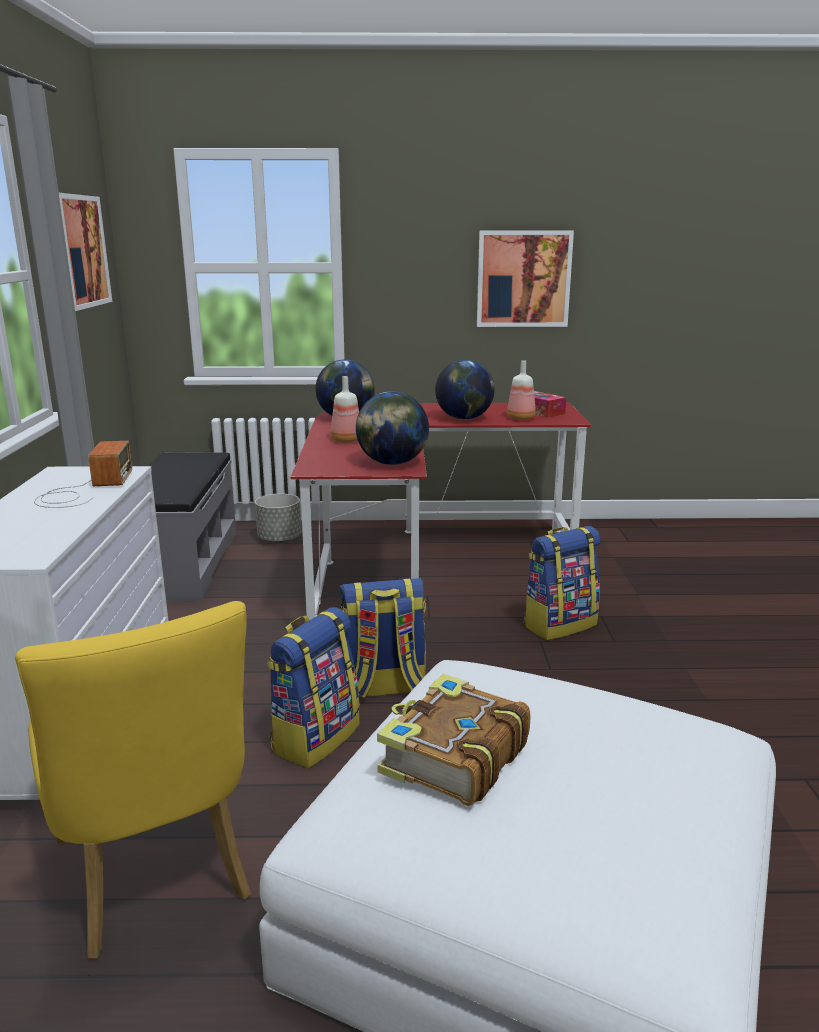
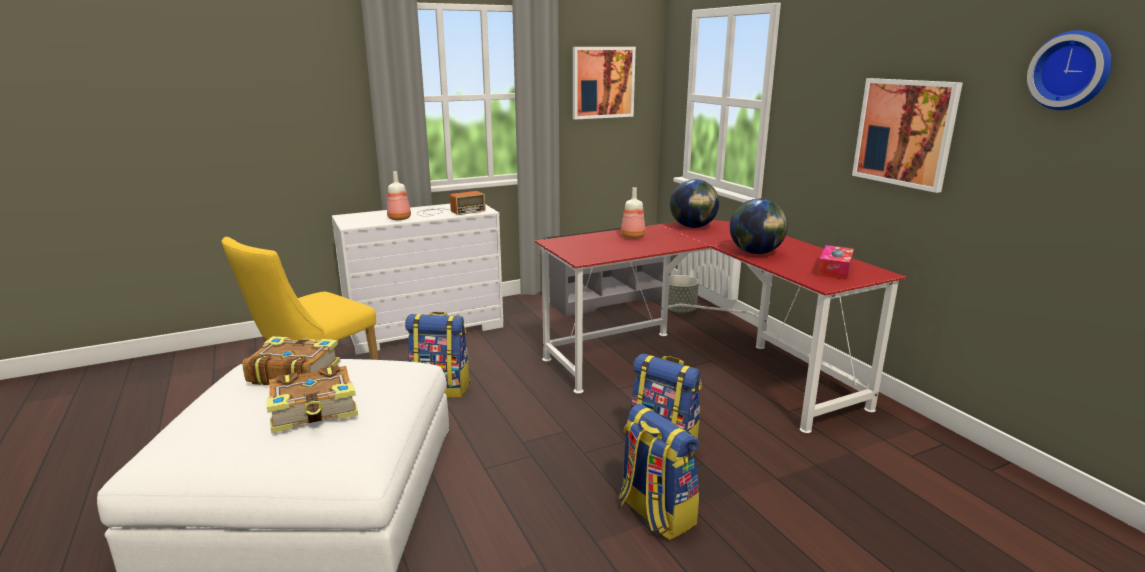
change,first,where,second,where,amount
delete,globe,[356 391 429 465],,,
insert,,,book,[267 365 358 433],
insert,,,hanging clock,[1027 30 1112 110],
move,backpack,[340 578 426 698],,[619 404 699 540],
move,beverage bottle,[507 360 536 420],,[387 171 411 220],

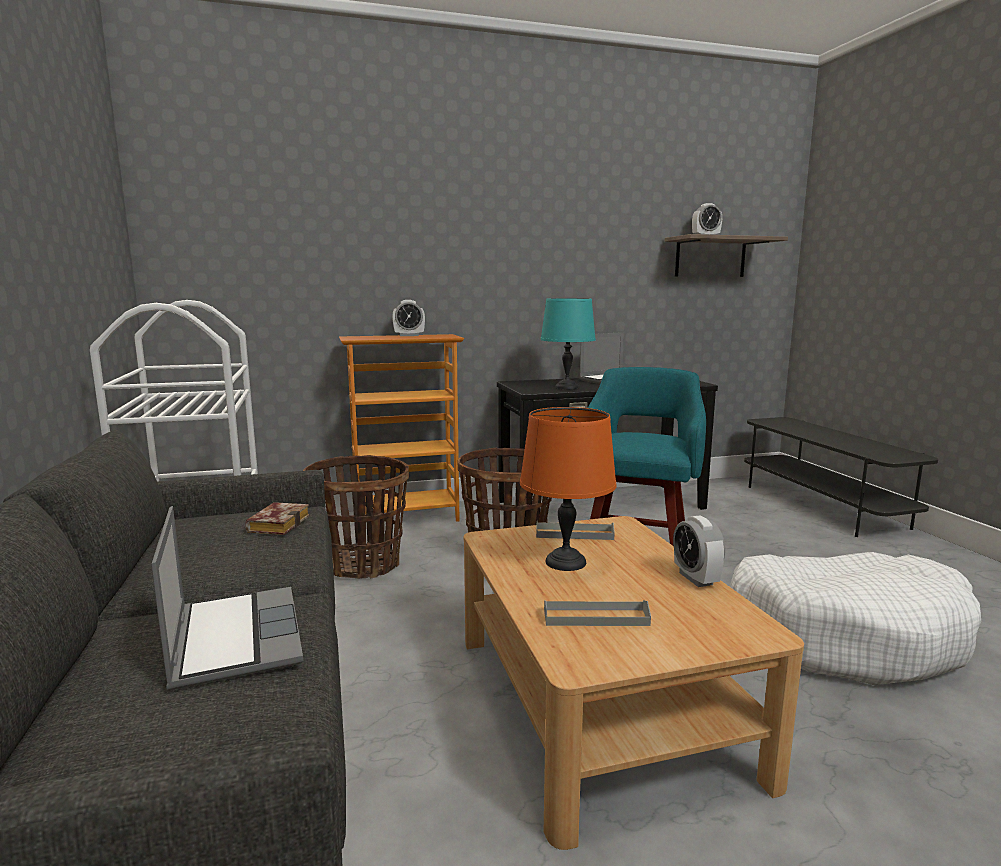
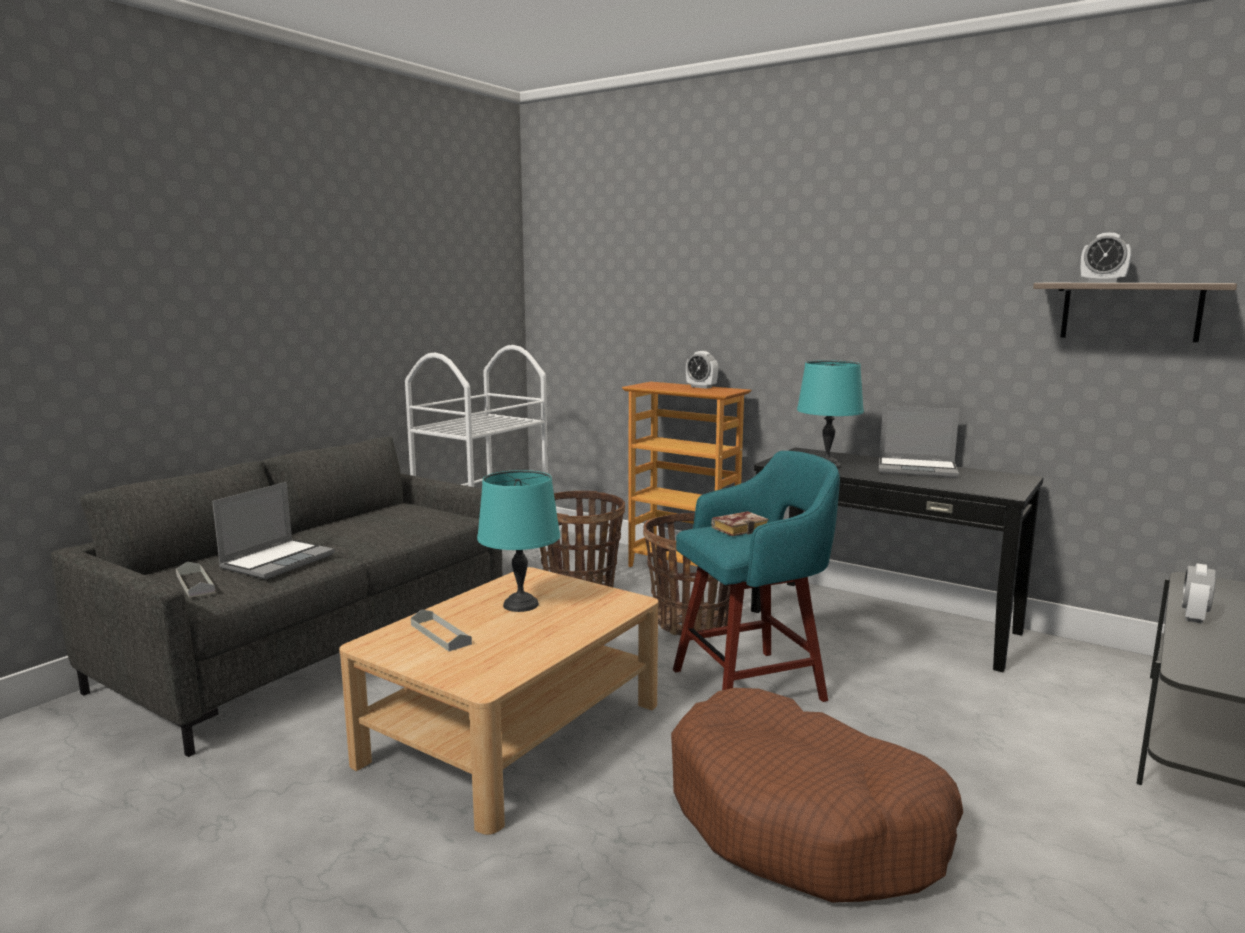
change,first,where,second,where,amount
move,book,[245 502 309 535],,[711 511 769 536],
move,serving tray (gray),[536 521 615 540],,[176 562 216 598],
move,alarm clock,[673 515 725 587],,[1182 563 1216 624],
recolor,lamp for a table (orange-coloured),[520 407 616 571],lamp for a table (blue-green),[477 470 560 612],
recolor,pet bed (whitish),[730 552 981 685],pet bed (brown-coloured),[671 688 963 903],

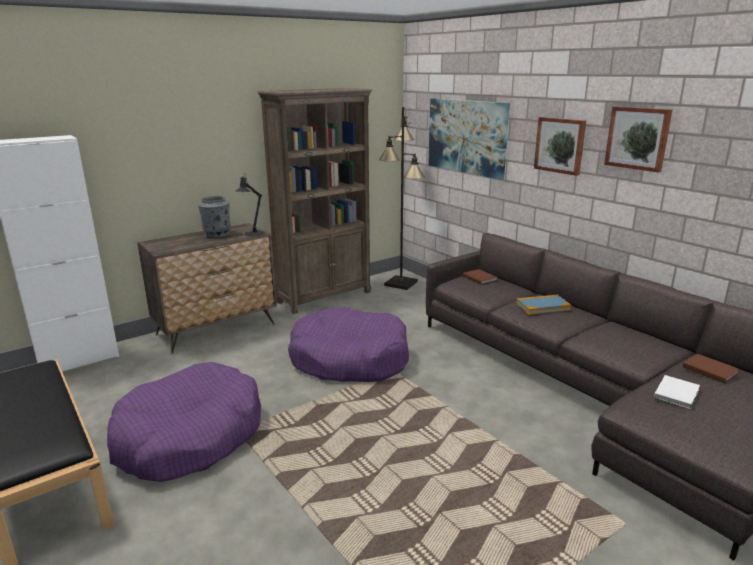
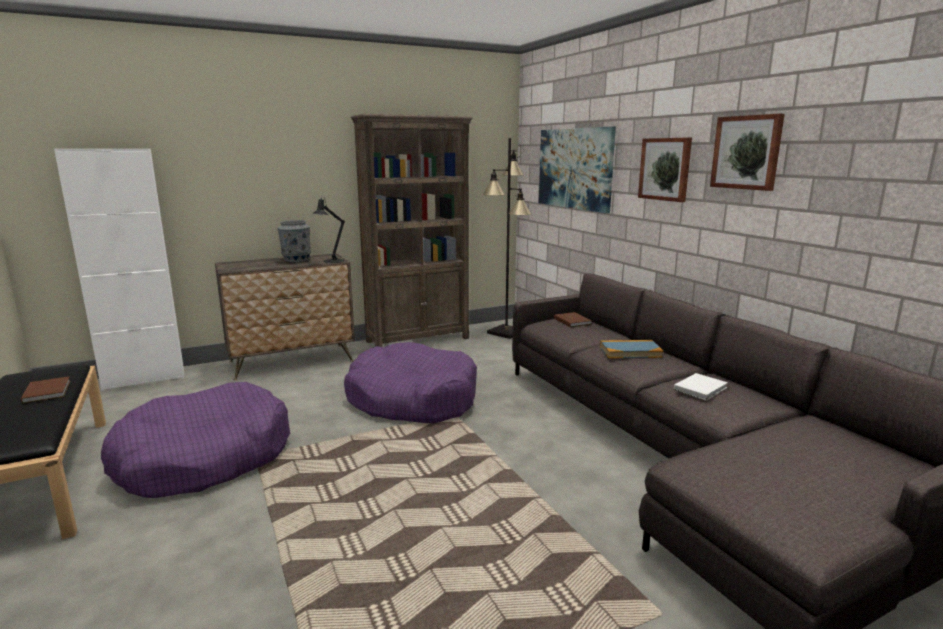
change,first,where,second,where,amount
move,book (whitish),[654 375 700 409],,[674 373 728 400],
move,book (brown-coloured),[683 354 740 383],,[21 377 70 404],

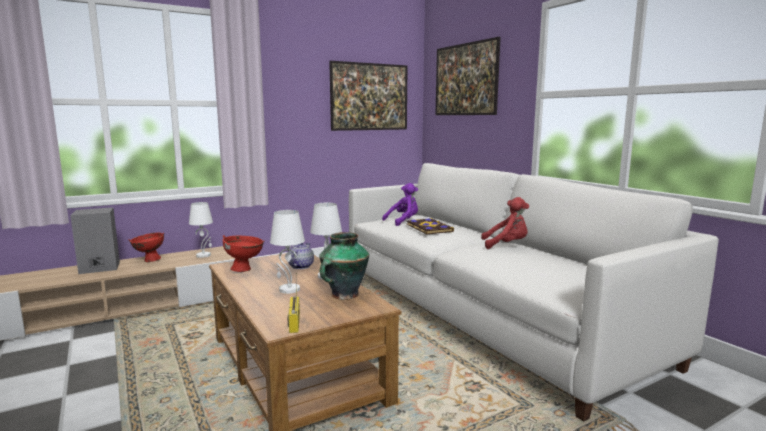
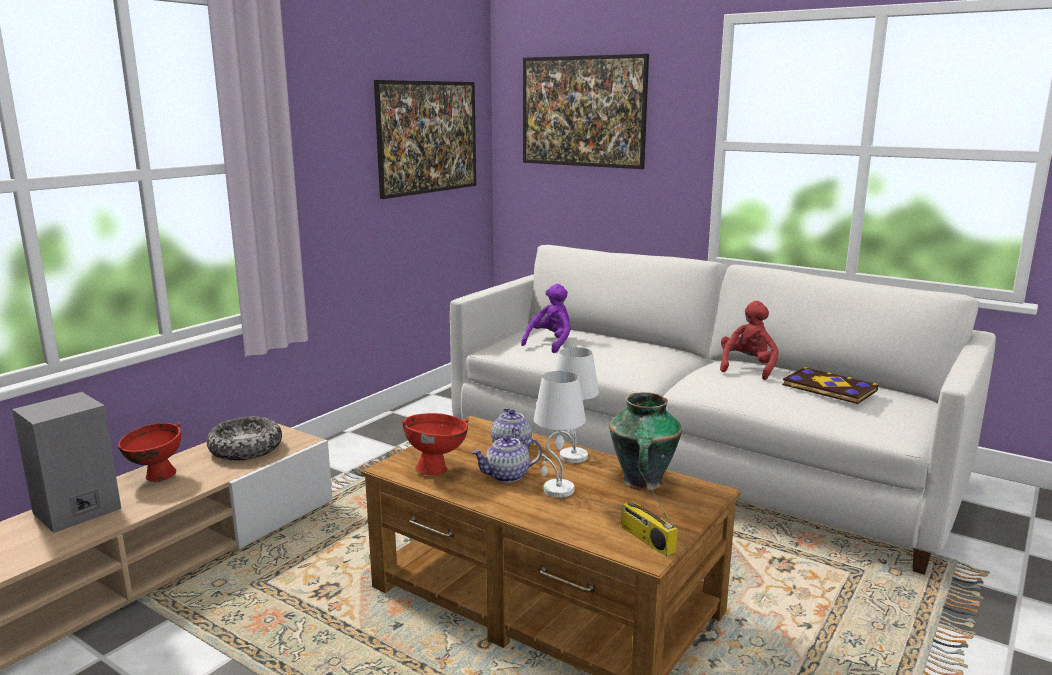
change,first,where,second,where,amount
insert,,,pot for tea,[472 435 542 483],
move,book,[406 218 454 234],,[782 367 878 404],
replace,lamp for a table (whitish),[189 202 213 258],deep dish,[207 417 282 461],
rotate,plush toy (reddish),[481 197 529 249],,[720 301 779 380],45 degrees counterclockwise

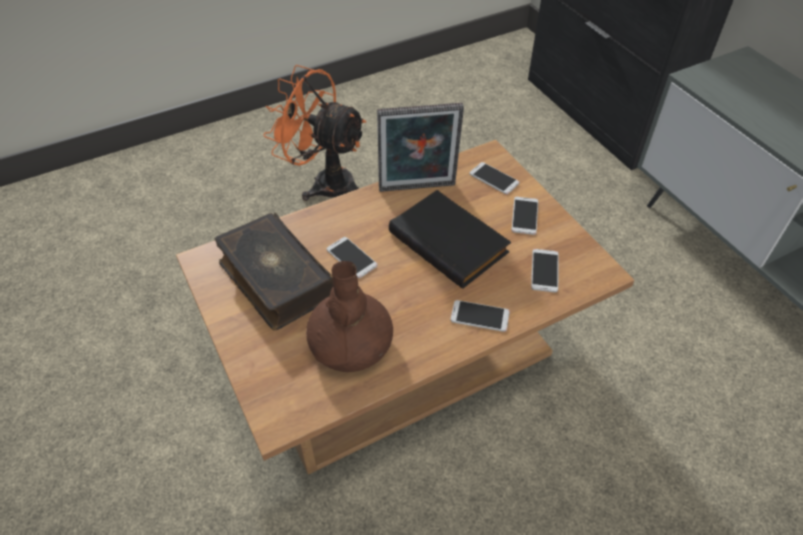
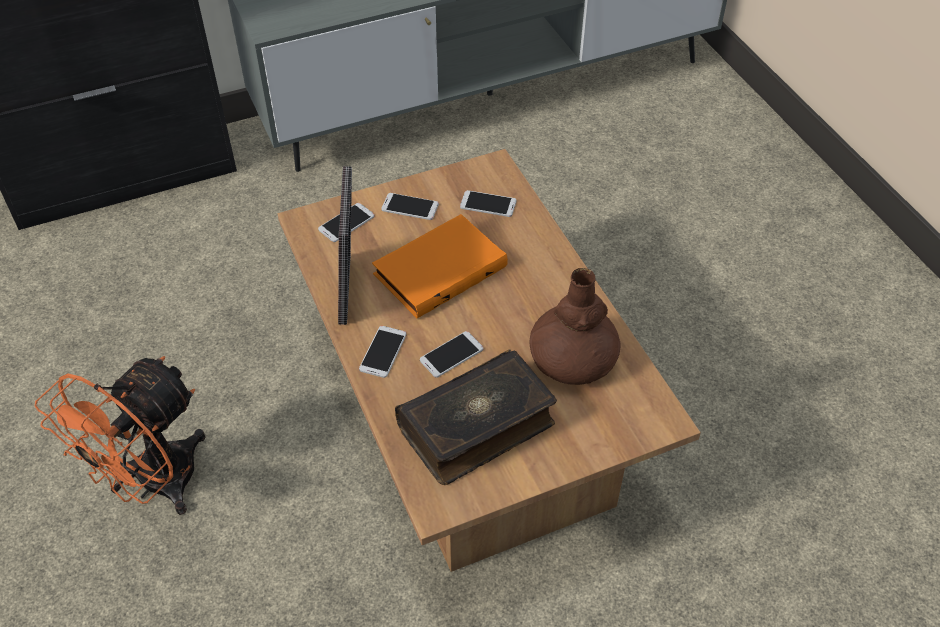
change,first,where,second,where,amount
move,handset,[450 300 510 332],,[359 326 406 378],
recolor,book (blackish),[389 190 511 289],book (orange-coloured),[372 214 508 318],

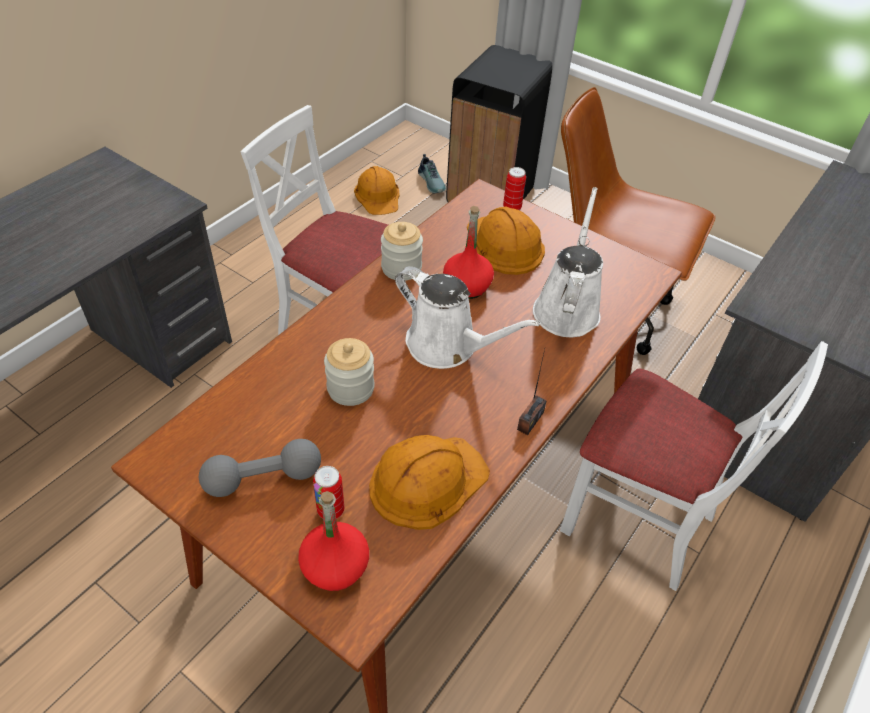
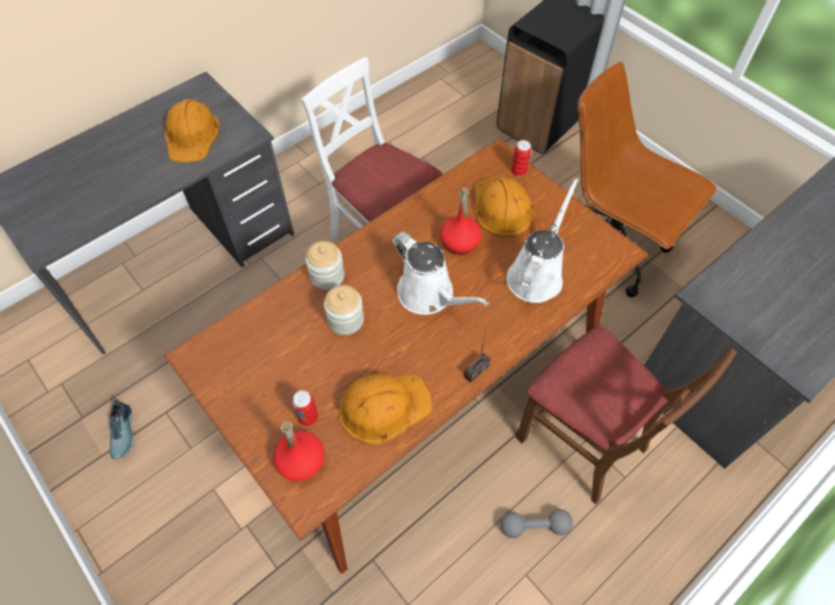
change,first,where,second,where,amount
move,dumbbell (gray),[199 439 321 497],,[500 509 573 538],
move,safety helmet (orange-coloured),[354 166 400 215],,[165 99 220 162],
move,storage jar,[381 222 423 281],,[305 241 345 290],
move,item of footwear,[418 154 446 193],,[109 399 134 459],
recolor,upright chair (whitish),[560 341 828 591],upright chair (brown-coloured),[516 326 737 504],

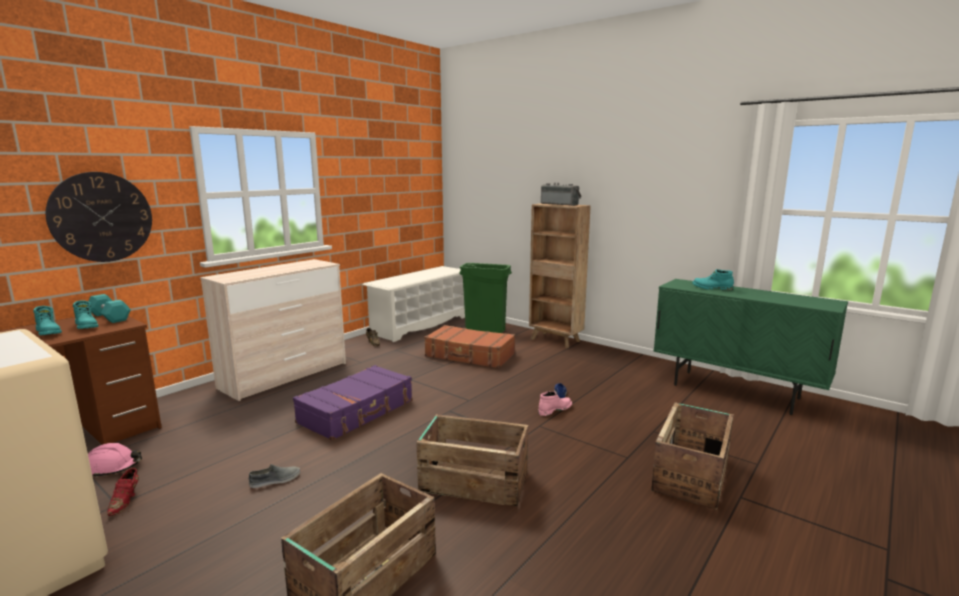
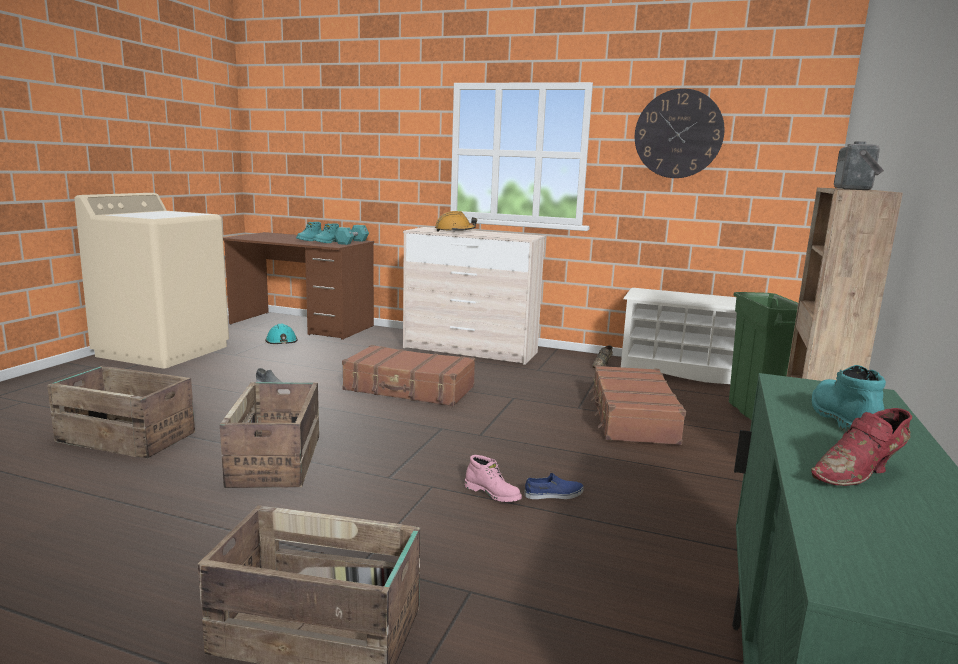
change,first,where,second,where,amount
insert,,,safety helmet (orange-coloured),[435 211 477 232],
move,hanging clock,[46 172 152 262],,[635 88 724 178],
move,item of footwear (reddish),[107 468 139 516],,[811 408 912 486],
recolor,safety helmet (pinkish),[88 443 142 478],safety helmet (blue-green),[265 324 298 344],
recolor,piece of luggage (purple),[293 365 412 440],piece of luggage (brown-coloured),[342 345 475 406],

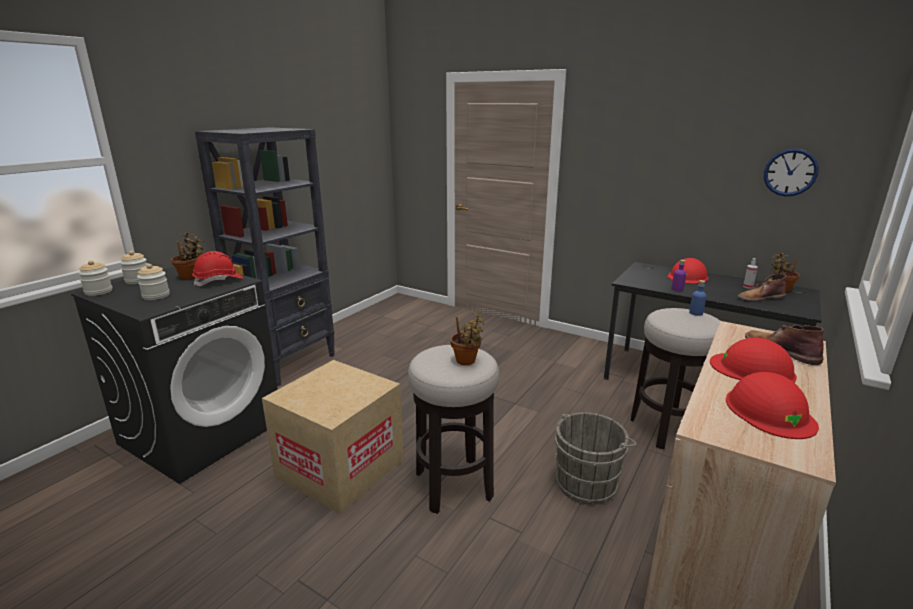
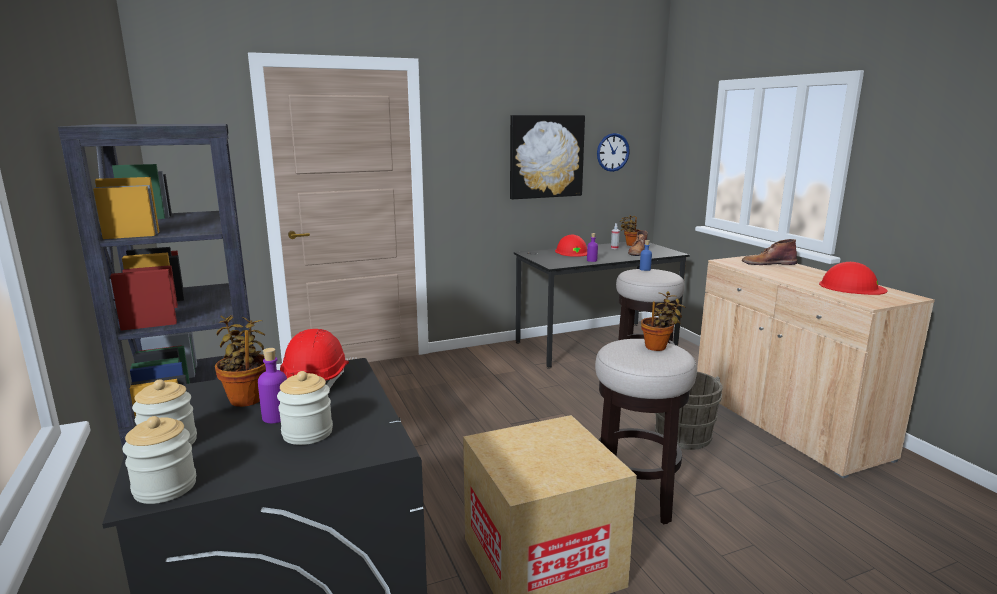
change,first,where,second,where,amount
delete,safety helmet (reddish),[710 338 797 383],,,
insert,,,beverage bottle (purple),[258 348 287 423],
insert,,,wall picture,[510 115 585 199],

